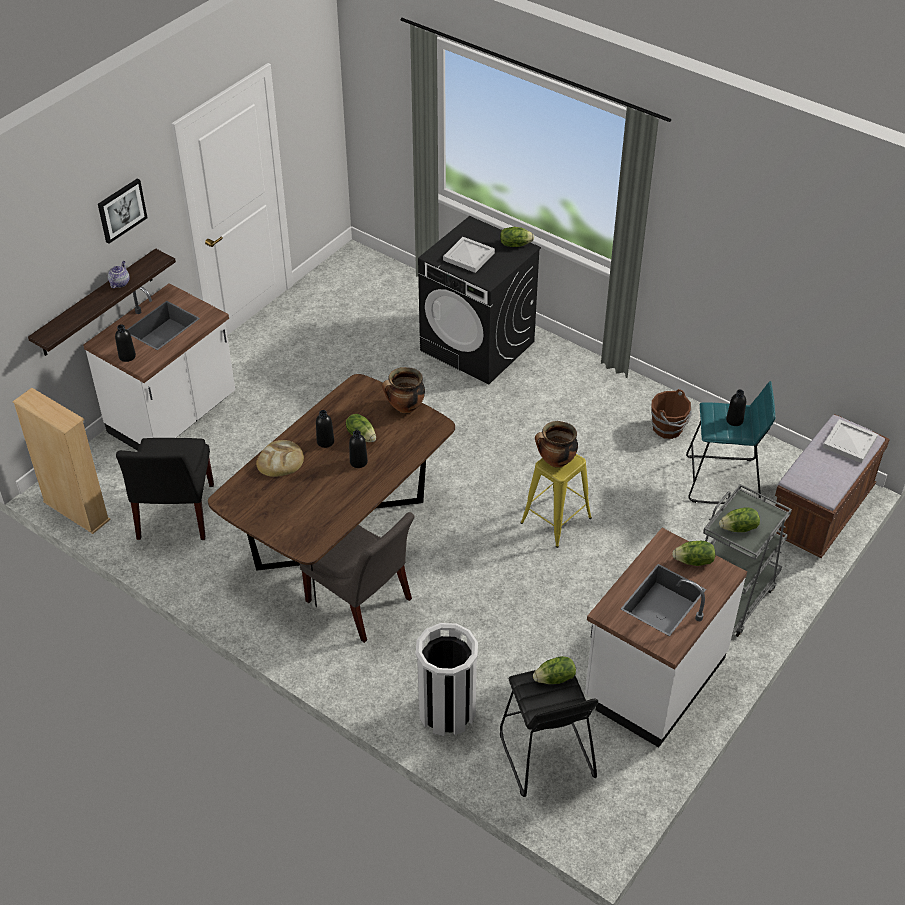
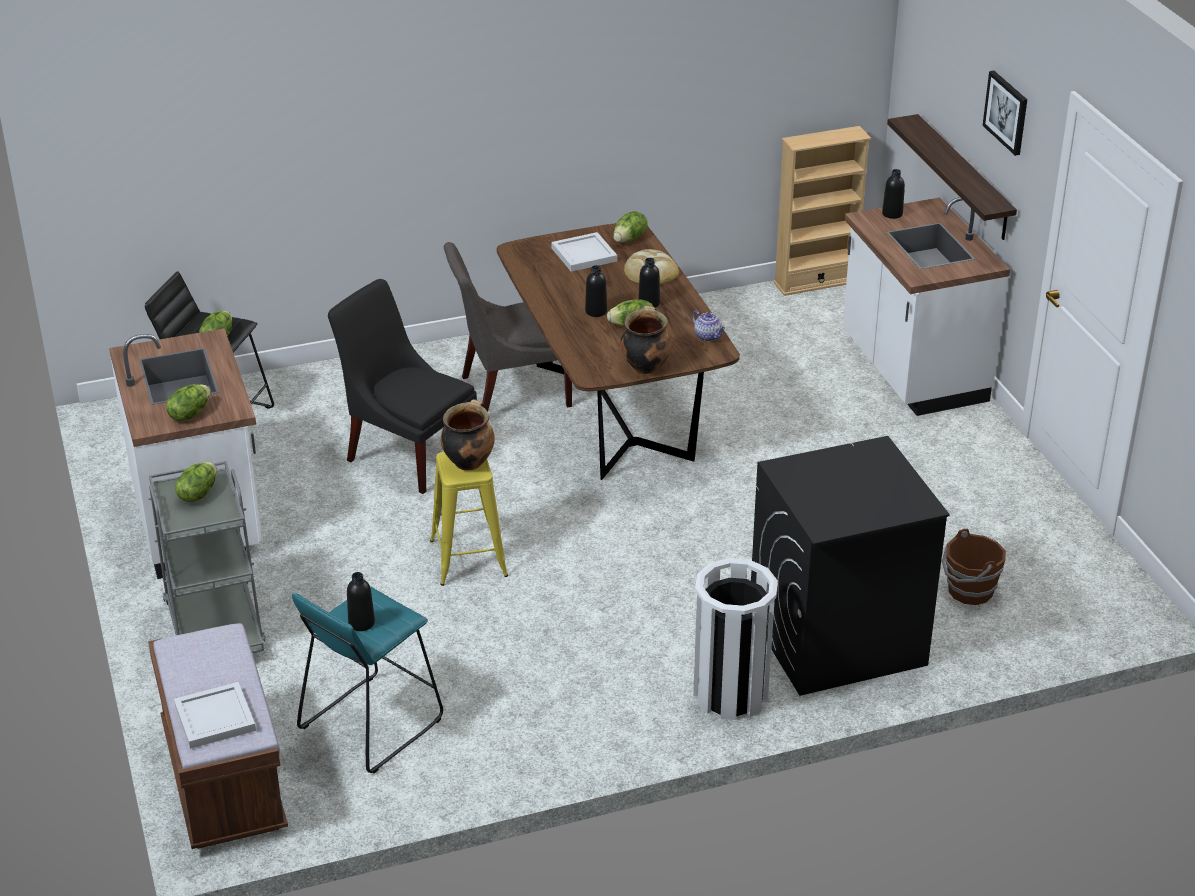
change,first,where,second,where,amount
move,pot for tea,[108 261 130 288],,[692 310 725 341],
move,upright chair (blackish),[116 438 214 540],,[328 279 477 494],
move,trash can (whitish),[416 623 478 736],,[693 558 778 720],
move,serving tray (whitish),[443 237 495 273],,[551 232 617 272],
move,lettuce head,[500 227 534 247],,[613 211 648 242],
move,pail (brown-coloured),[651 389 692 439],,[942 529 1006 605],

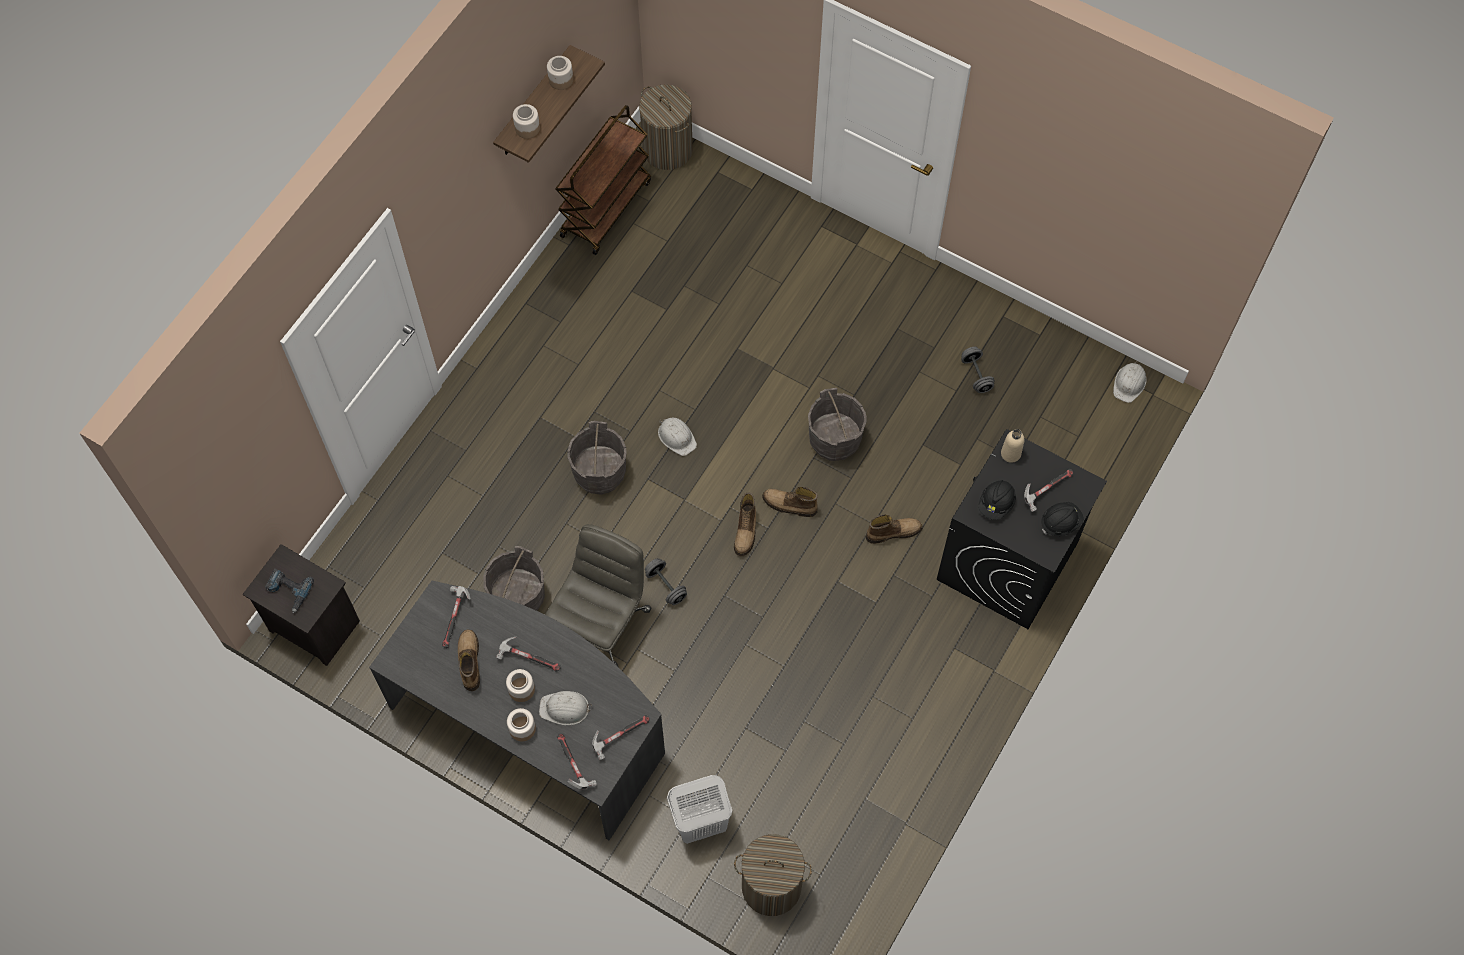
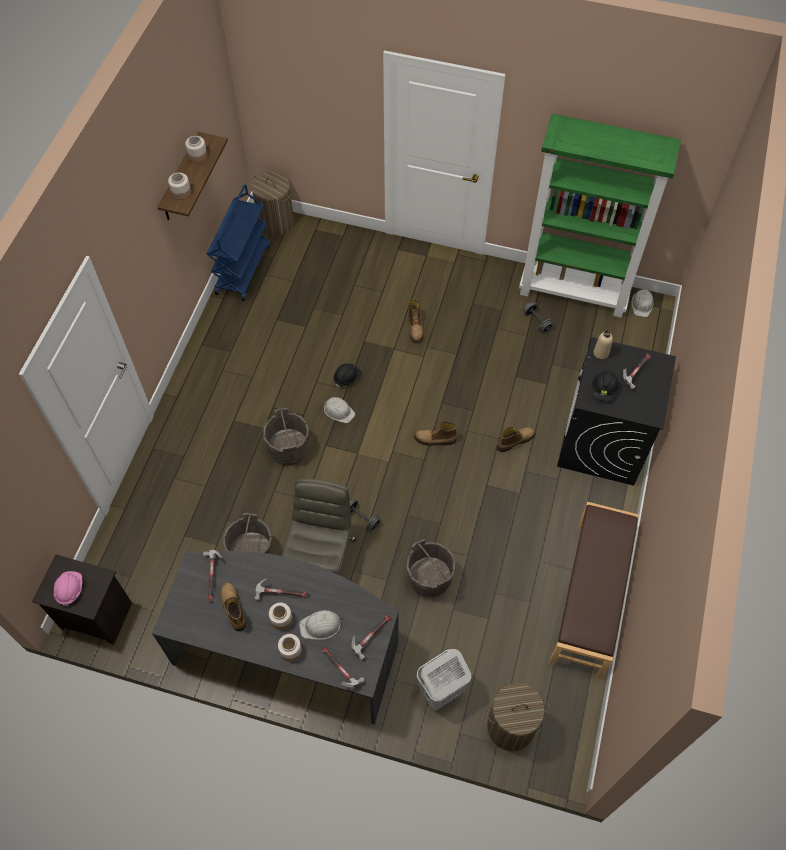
change,first,where,second,where,amount
insert,,,shelving unit (greenish),[519 114 681 318],
insert,,,bench (brown-coloured),[549 502 639 679],
move,high-top boot,[734 493 756 556],,[408 298 424 343],
move,pail (gray),[808 388 867 461],,[407 539 455 598],
move,safety helmet (blackish),[1041 502 1084 536],,[334 364 361 387],
replace,power drill,[265 569 314 613],safety helmet (pinkish),[54 571 82 606],
recolor,wheeled cart (brown-coloured),[555 105 651 255],wheeled cart (blue),[207 184 270 301],

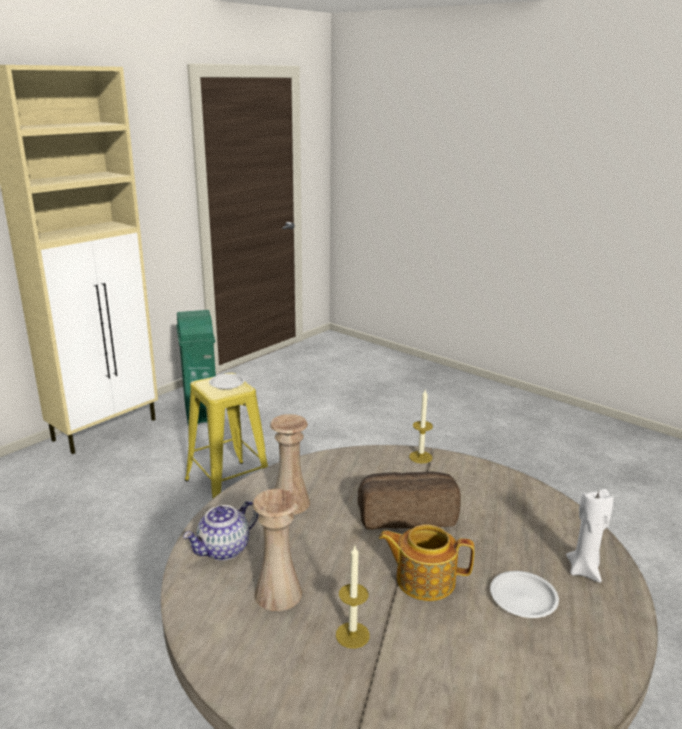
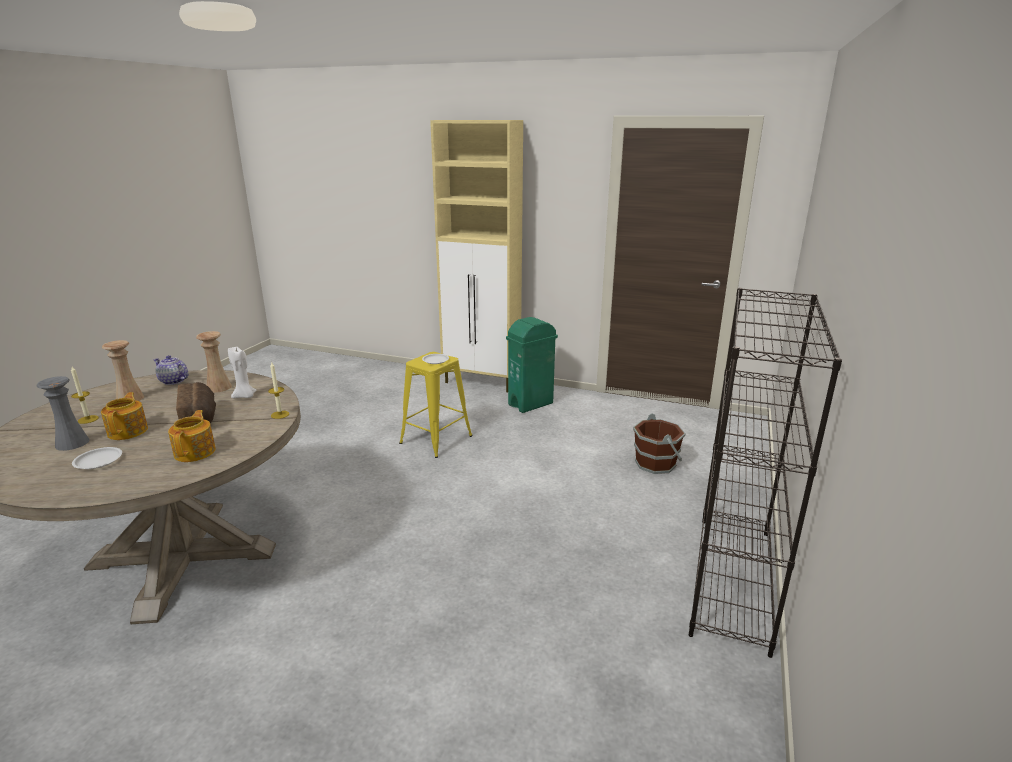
change,first,where,second,where,amount
insert,,,vase (gray),[37 376 90 451],
insert,,,pot for tea,[168 410 216 462],
insert,,,pail (brown-coloured),[633 413 686 474],
insert,,,shelving unit (blackish),[689 288 842 658],
move,wax candle (whitish),[566 489 613 583],,[228 347 256 398],

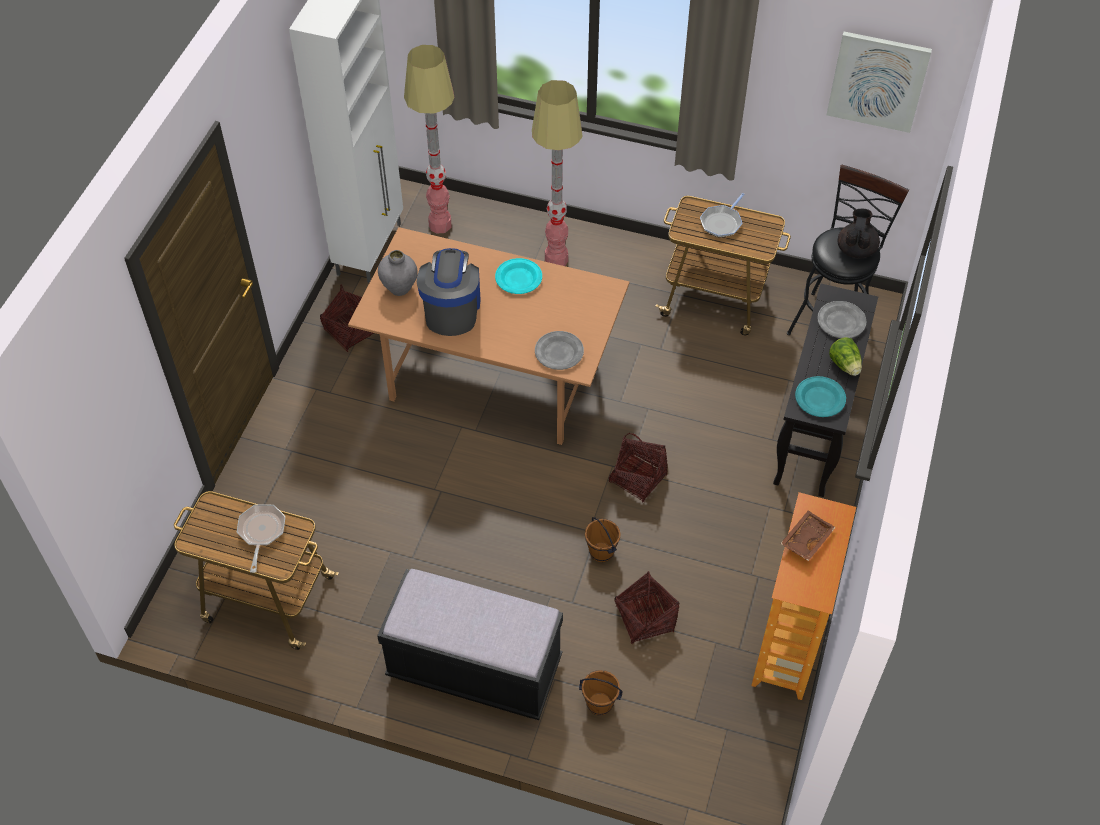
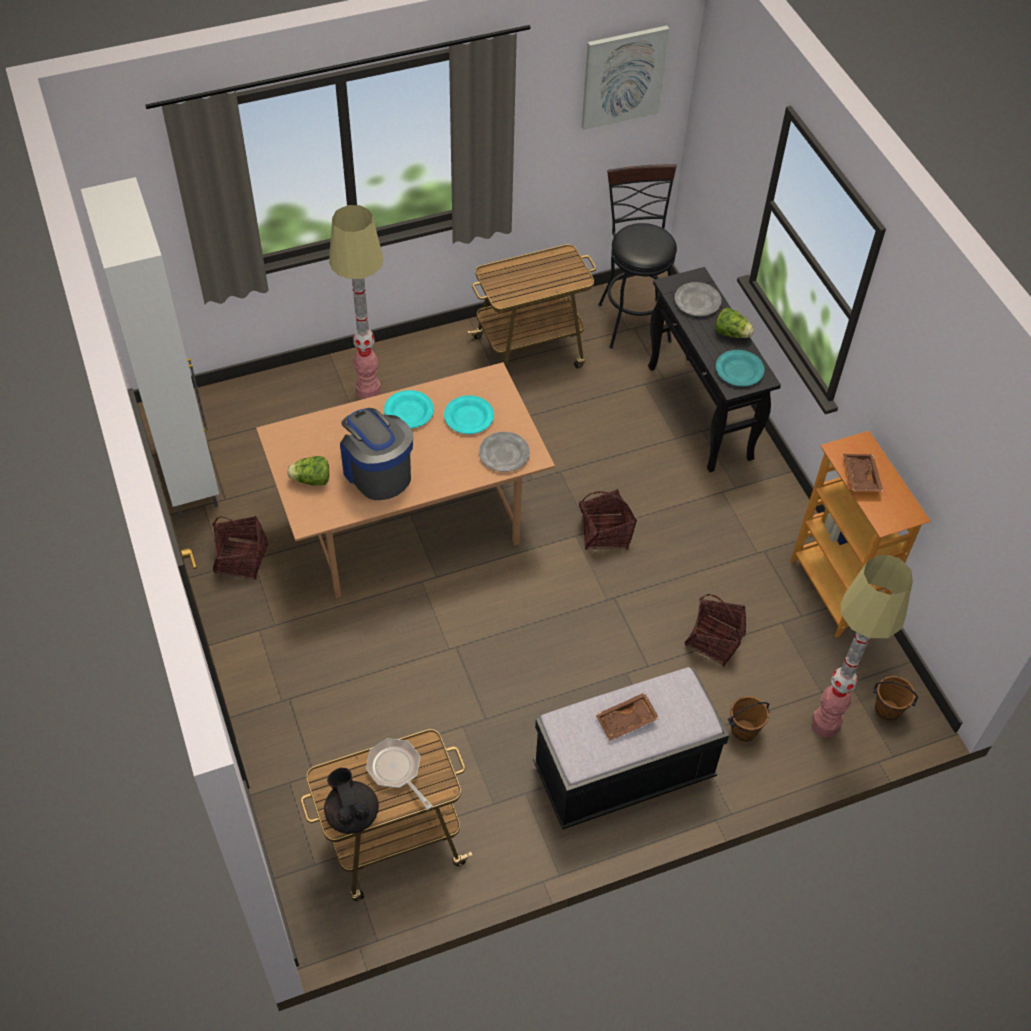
change,first,where,second,where,amount
delete,skillet,[700 193 745 237],,,
insert,,,dinner plate (blue-green),[444 395 494 434],
insert,,,serving tray (brown-coloured),[596 692 659 741],
move,standard lamp,[404 45 454 233],,[811 555 913 738],
move,pail (brown-coloured),[585 517 621 562],,[873 676 918 721],
move,pot for tea (blackish),[838 209 880 258],,[324 768 379 834],
replace,vase (gray),[378 250 418 296],lettuce head,[287 456 329 486],

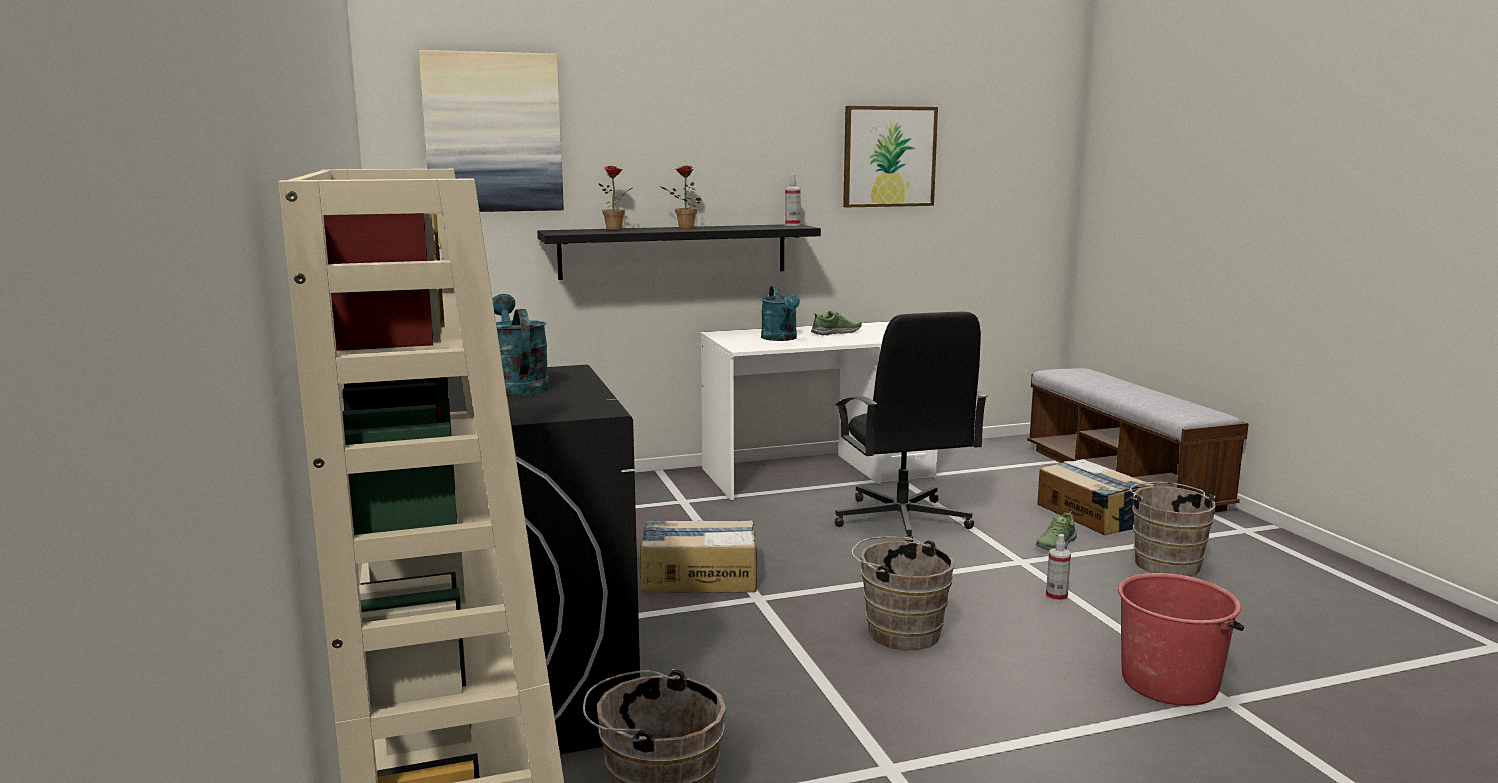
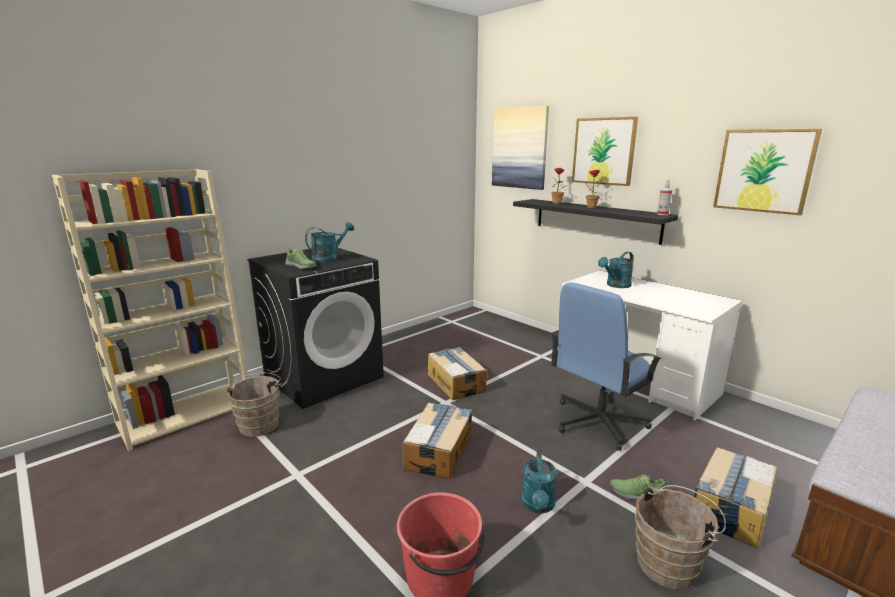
change,first,where,second,where,amount
insert,,,wall picture,[572 117 638 186],
move,item of footwear,[811 311 862 336],,[285 248 316 269],
replace,pail (brown-coloured),[851 536 955 651],cardboard box,[403 403 472 479],
replace,spray bottle,[1046 534 1071 602],watering can (blue-green),[521 449 557 514],
recolor,desk chair (blackish),[835 312 988 542],desk chair (blue),[551 282 662 451],

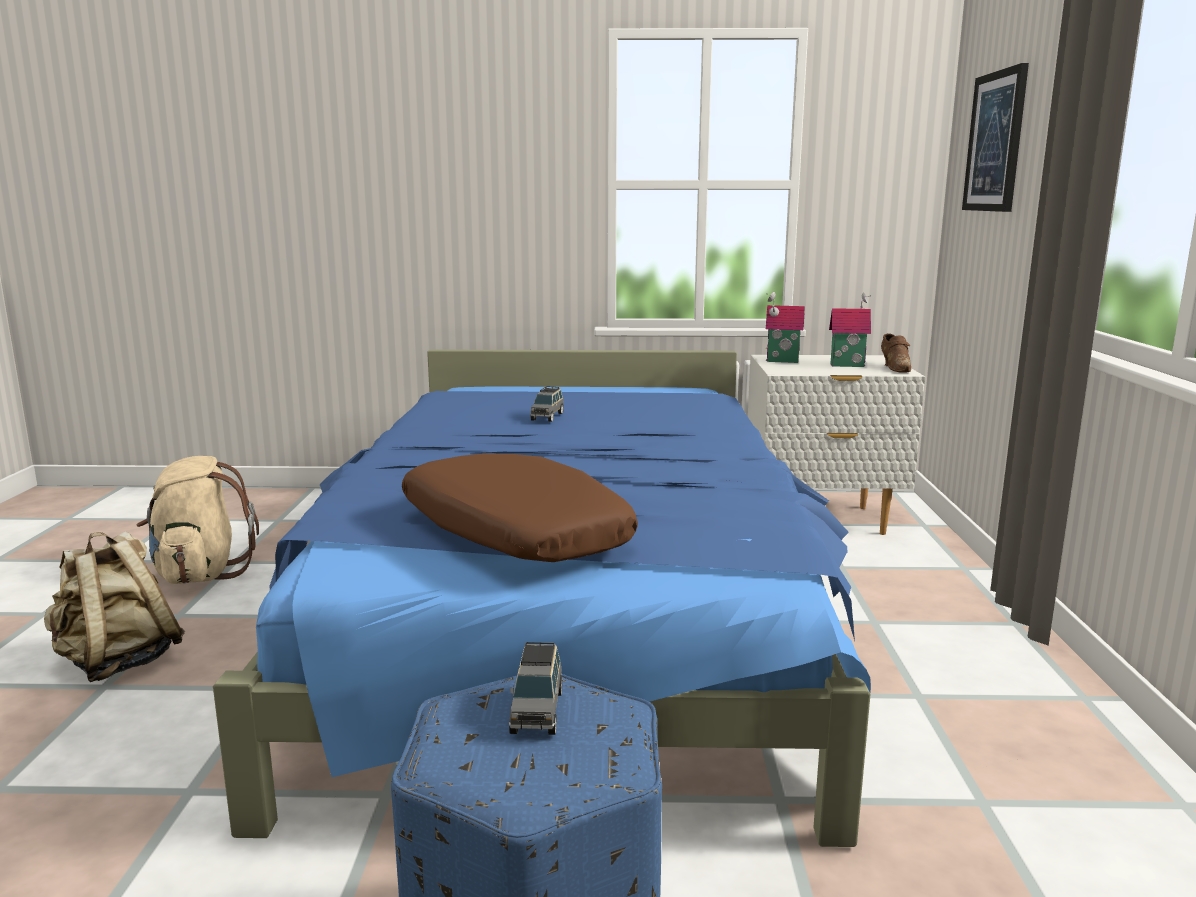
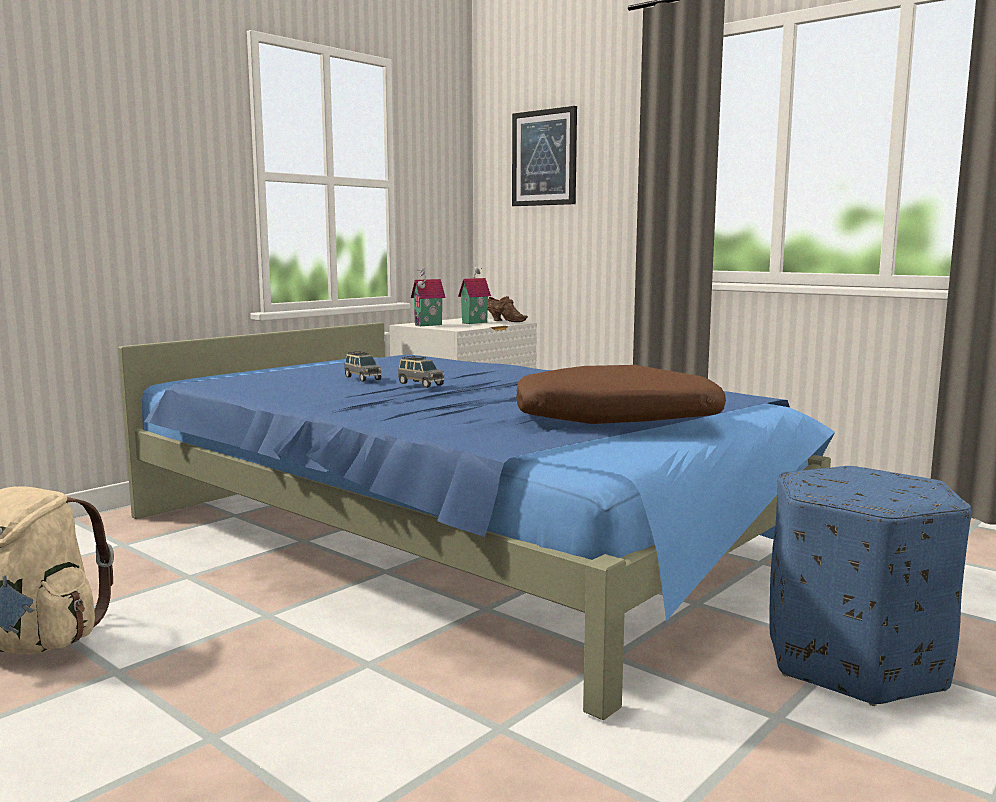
change,first,where,second,where,amount
delete,backpack (beige),[44 531 185 682],,,
move,toy car (gray),[509 642 562 735],,[398 356 445 388],

